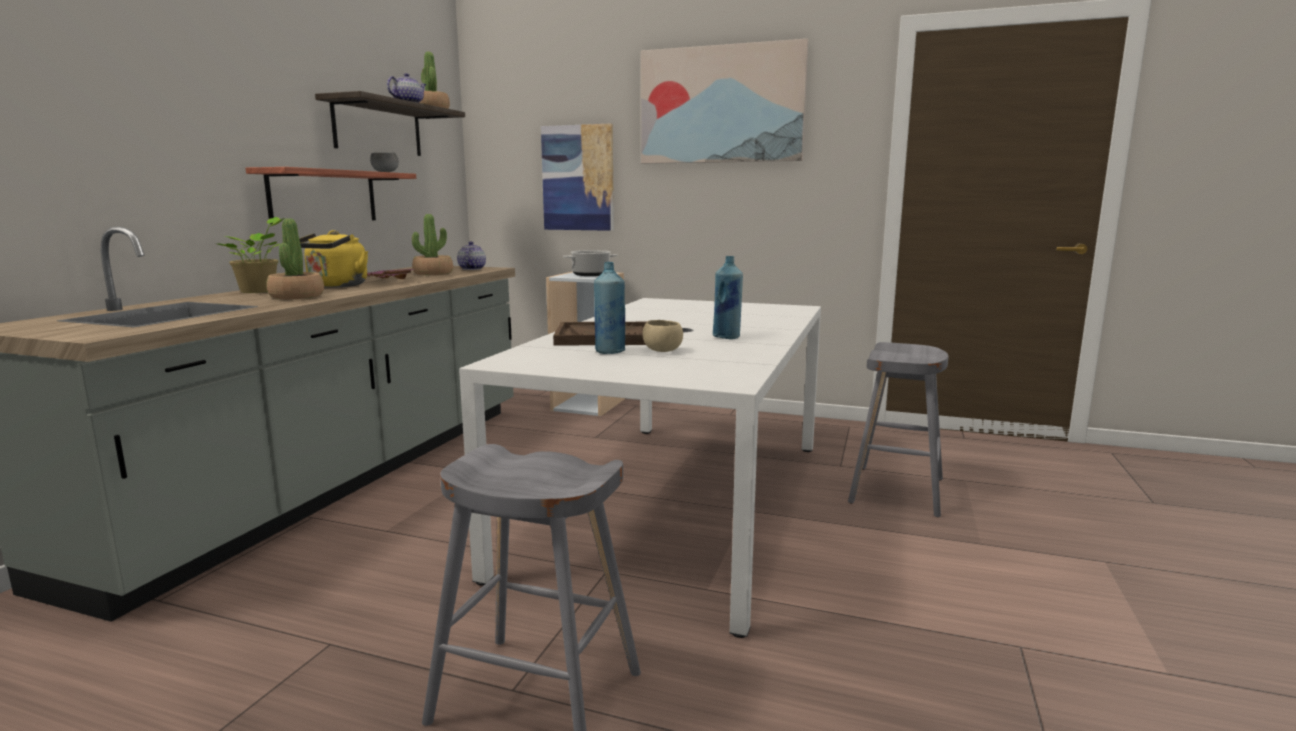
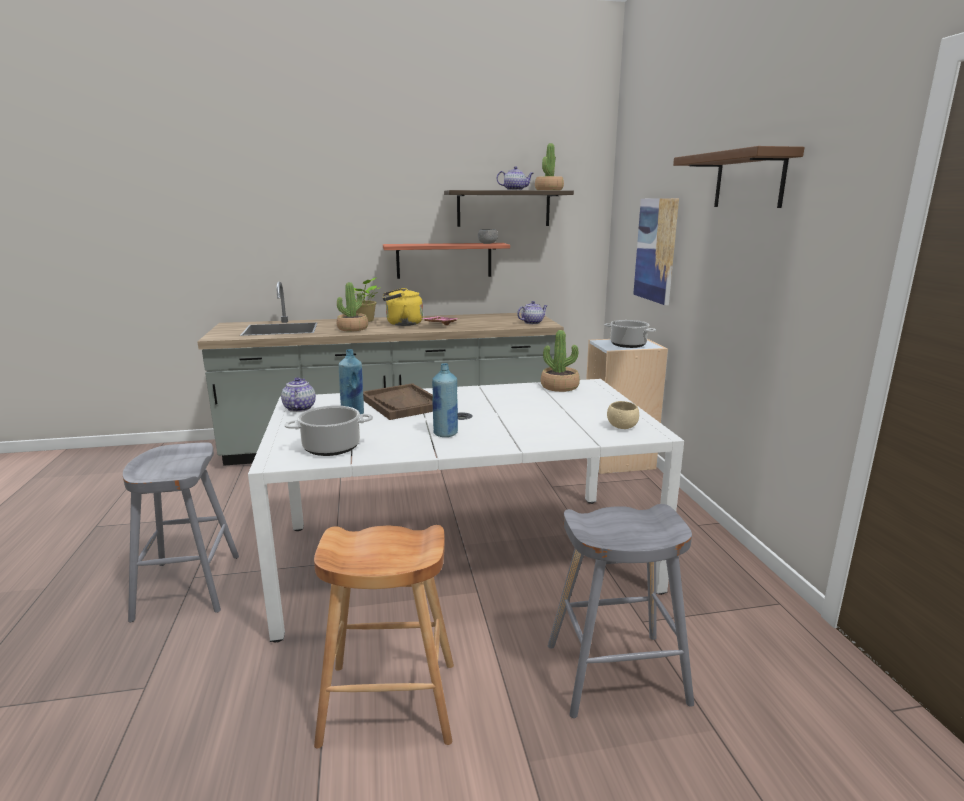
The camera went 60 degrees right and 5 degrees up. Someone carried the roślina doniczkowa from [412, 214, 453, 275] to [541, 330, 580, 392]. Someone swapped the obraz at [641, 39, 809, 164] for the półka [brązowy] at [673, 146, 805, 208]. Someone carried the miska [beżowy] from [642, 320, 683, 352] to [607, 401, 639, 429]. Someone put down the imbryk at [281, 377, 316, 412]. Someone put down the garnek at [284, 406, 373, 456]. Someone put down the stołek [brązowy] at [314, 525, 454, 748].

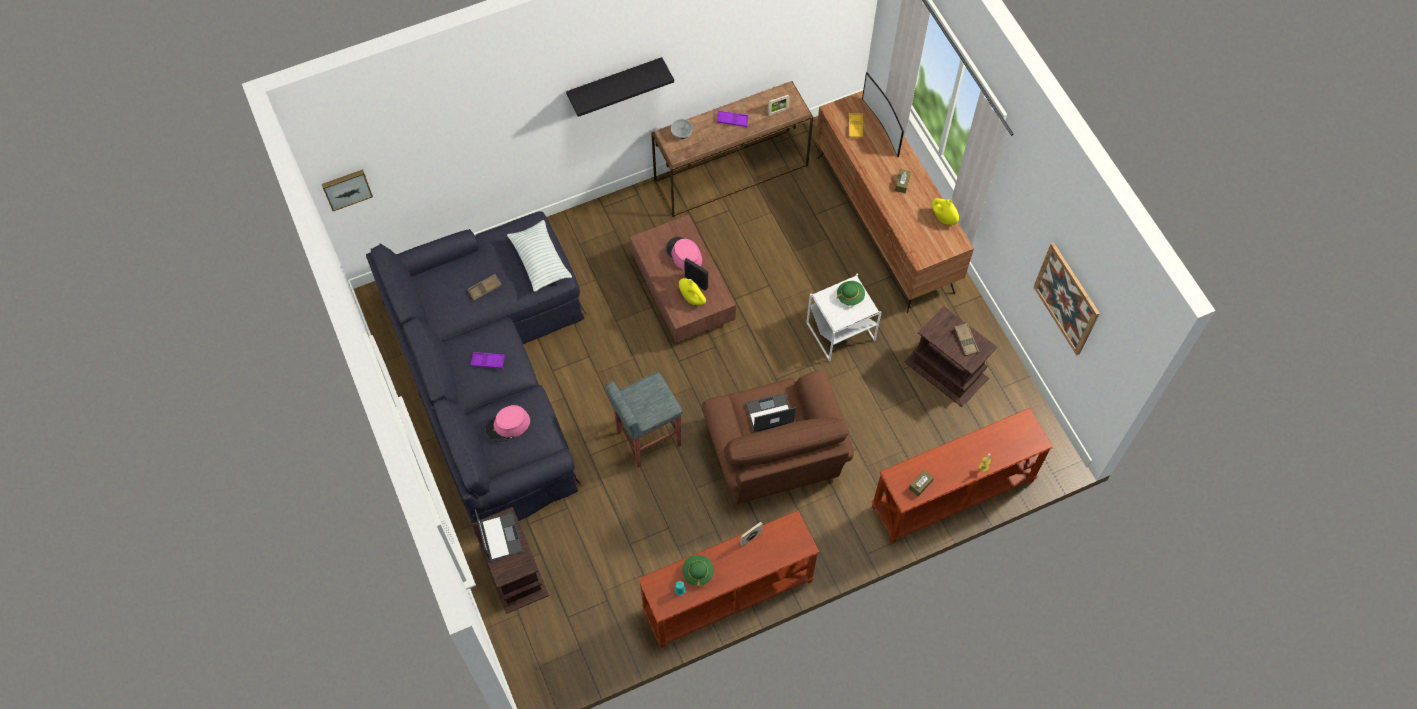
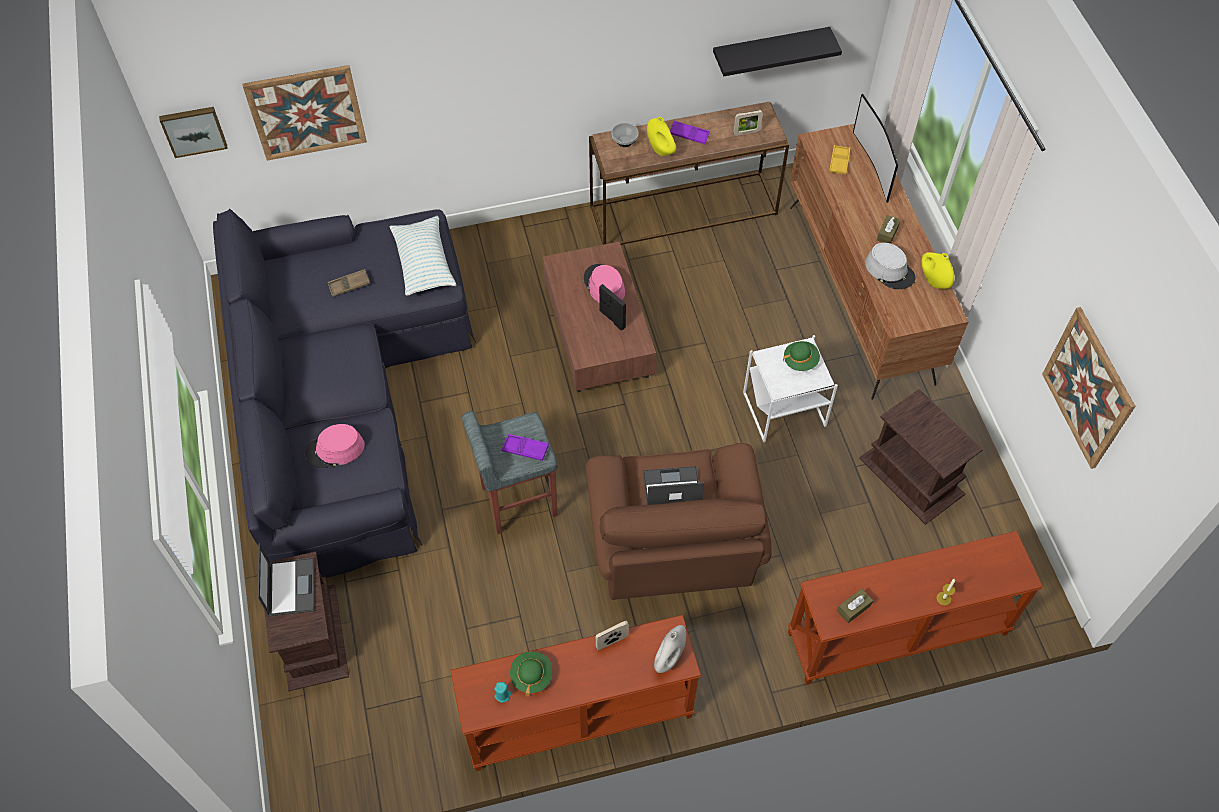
The camera went 10 degrees right and 5 degrees down. Someone carried the taca [fioletowy] from [470, 352, 505, 368] to [502, 434, 549, 461]. Someone carried the półka [czarny] from [566, 57, 674, 117] to [713, 27, 842, 76]. Someone carried the wazon [żółty] from [679, 278, 706, 305] to [647, 117, 676, 156]. Someone took away the taca [brązowy] at [954, 323, 979, 356]. Someone put up the obraz at [242, 65, 367, 160]. Someone put down the wazon [biały] at [654, 625, 686, 673]. Someone put down the kapelusz [szary] at [865, 243, 915, 289].

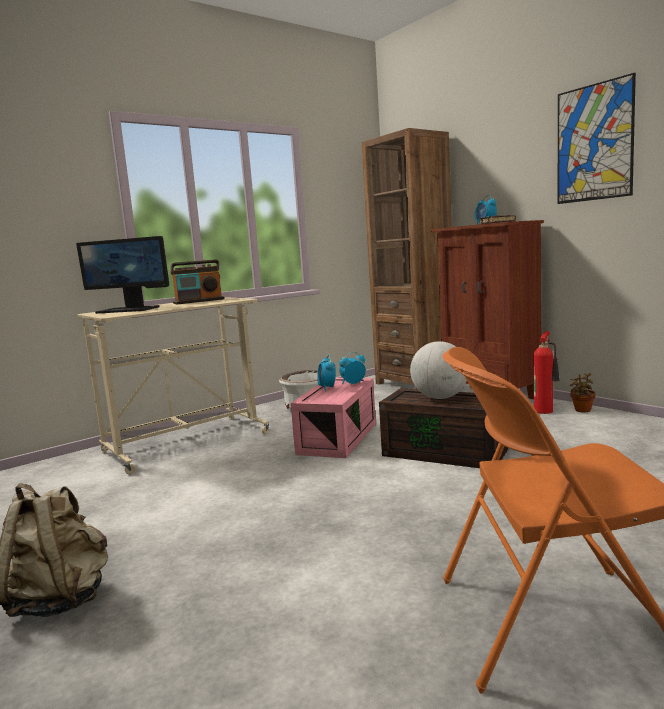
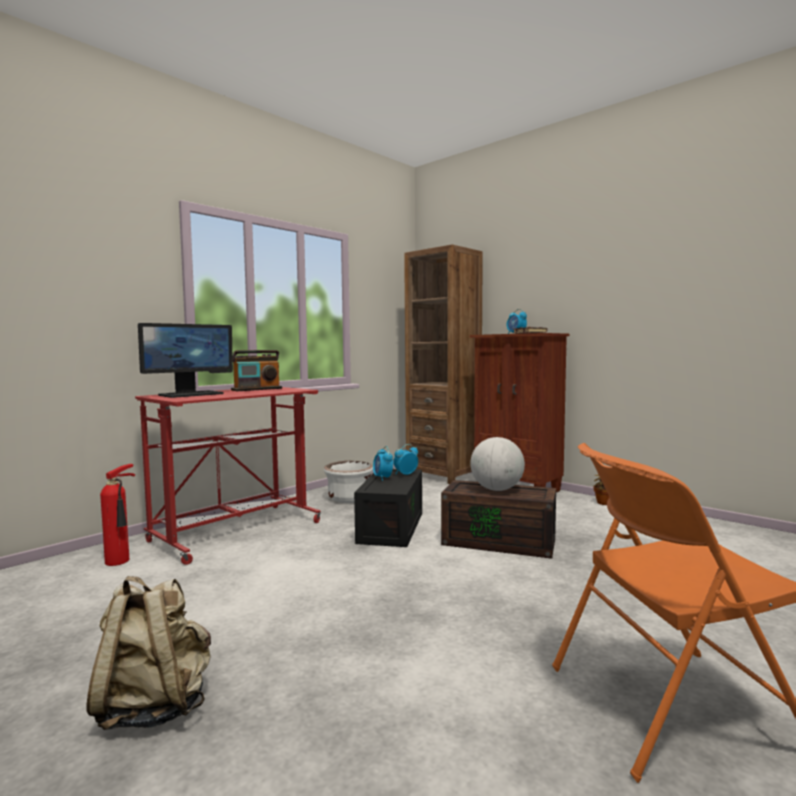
The camera went 10 degrees left and 5 degrees down. Someone rotated the monitor at [76, 236, 169, 314] by 45 degrees counterclockwise. Someone repainted the biurko [beżowy] at [77, 297, 269, 474], which became the biurko [czerwony] at [135, 387, 321, 565]. Someone repainted the pojemnik do przechowywania [różowy] at [291, 378, 376, 458], which became the pojemnik do przechowywania [czarny] at [354, 469, 422, 547]. Someone carried the gaśnica from [534, 331, 560, 414] to [100, 464, 135, 566]. Someone took away the obraz at [558, 73, 636, 204].

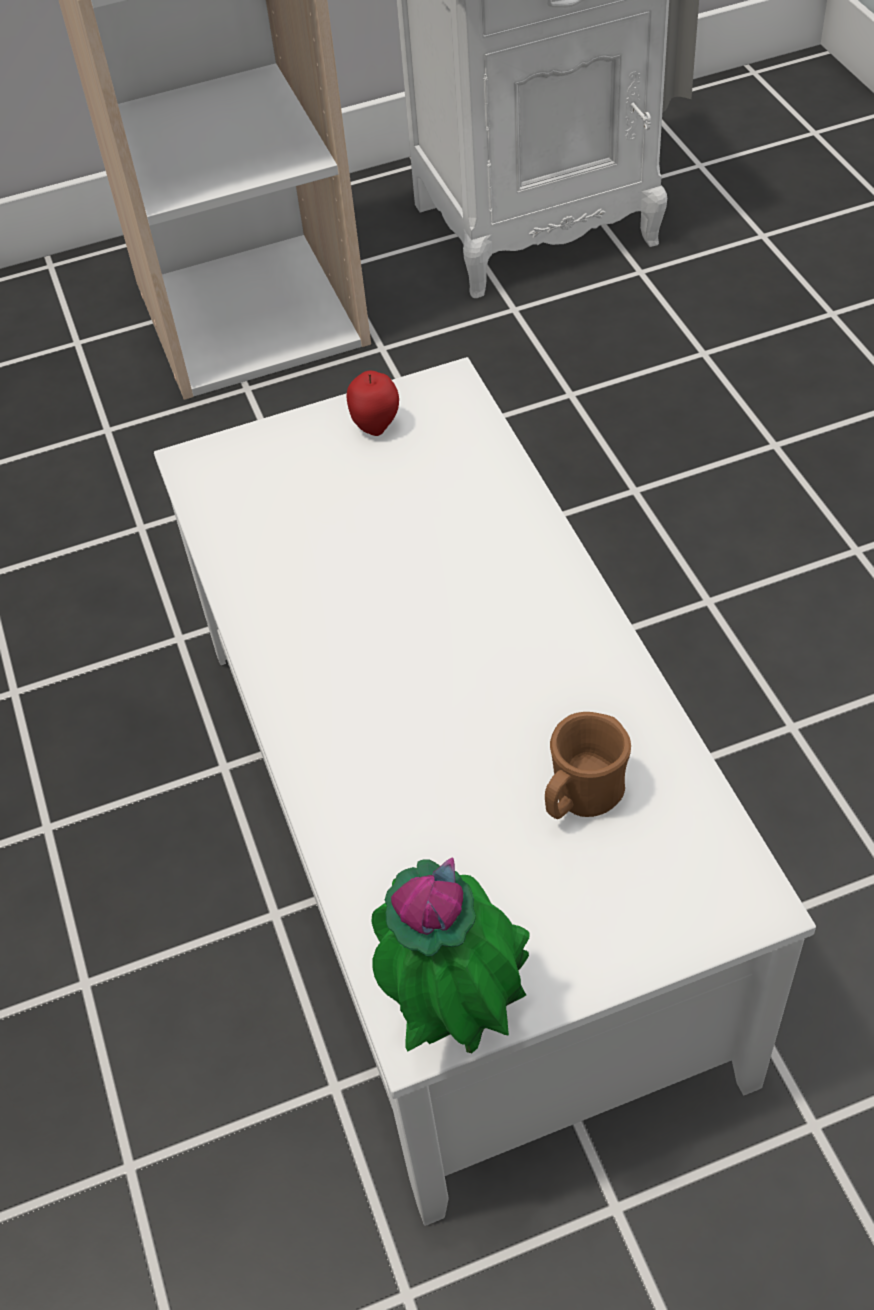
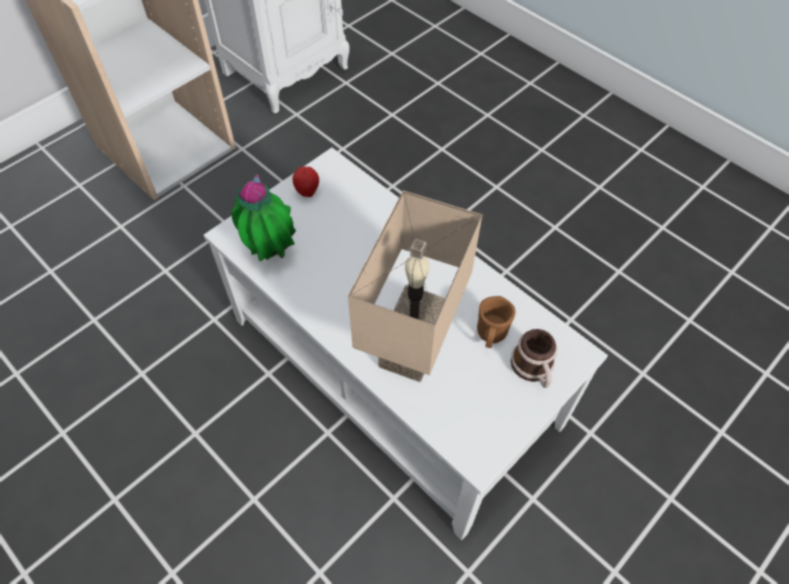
The camera went 30 degrees left and 5 degrees up. Someone carried the roślina doniczkowa from [372, 857, 530, 1053] to [231, 174, 296, 261]. Someone put down the lampa stołowa [beżowy] at [348, 190, 482, 382]. Someone put down the kubek at [511, 329, 557, 388].

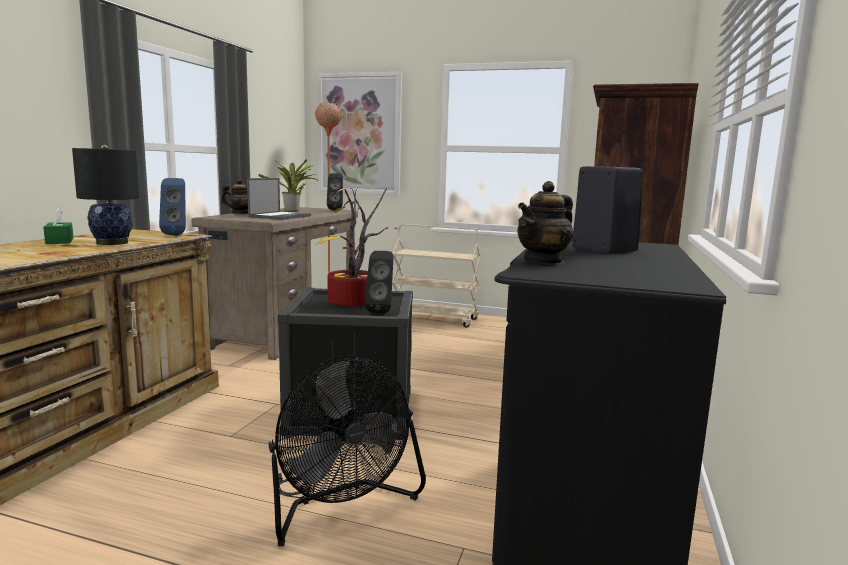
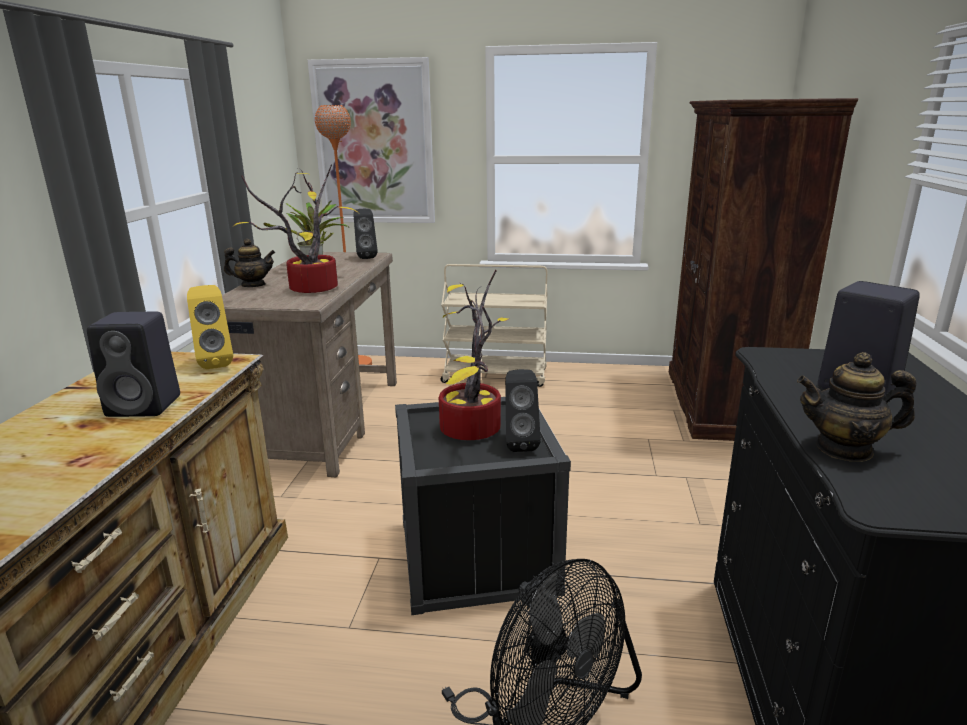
The camera went 10 degrees left and 10 degrees up. Someone took away the pudełko chusteczek [zielony] at [43, 208, 74, 244]. Someone swapped the lampa stołowa [czarny] at [72, 145, 139, 245] for the głośnik [czarny] at [87, 312, 180, 417]. Someone repainted the głośnik [niebieski] at [159, 178, 186, 236], which became the głośnik [żółty] at [187, 285, 233, 369]. Someone swapped the laptop at [247, 178, 311, 220] for the roślina doniczkowa at [232, 165, 357, 293]. Someone rotated the imbryk at [517, 181, 573, 265] by 60 degrees clockwise.

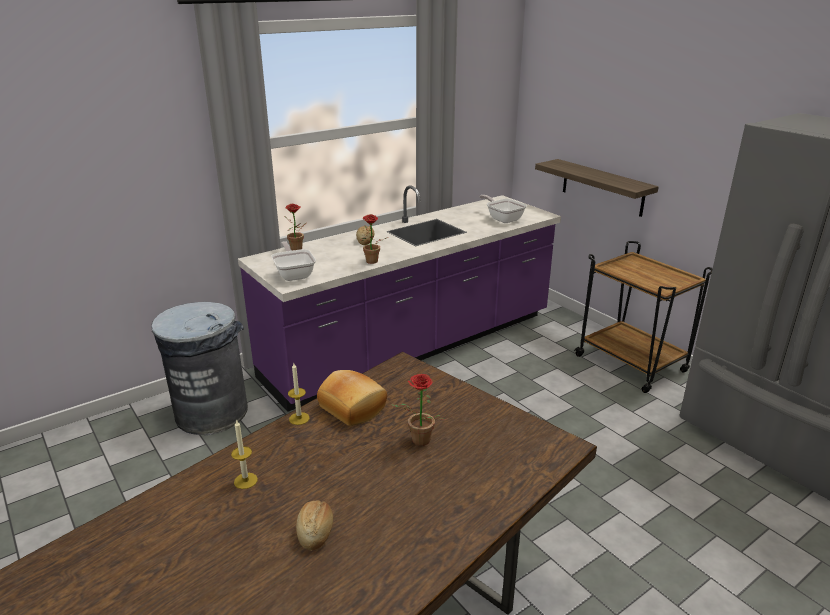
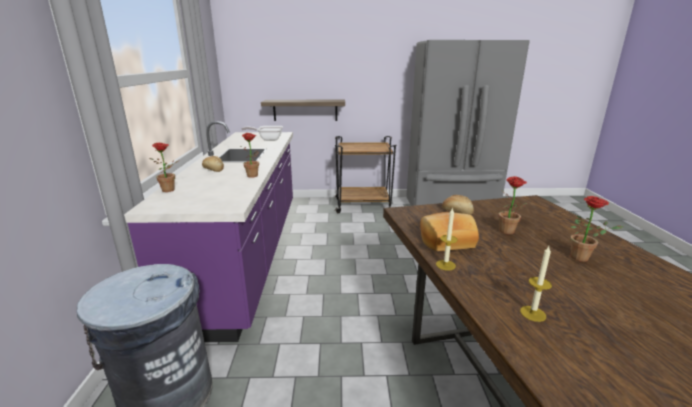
The camera went 55 degrees left and 5 degrees down. Someone took away the patelnia at [271, 241, 316, 281]. Someone carried the chleb from [296, 501, 333, 551] to [442, 195, 474, 215]. Someone put down the roślina doniczkowa at [570, 196, 623, 262].

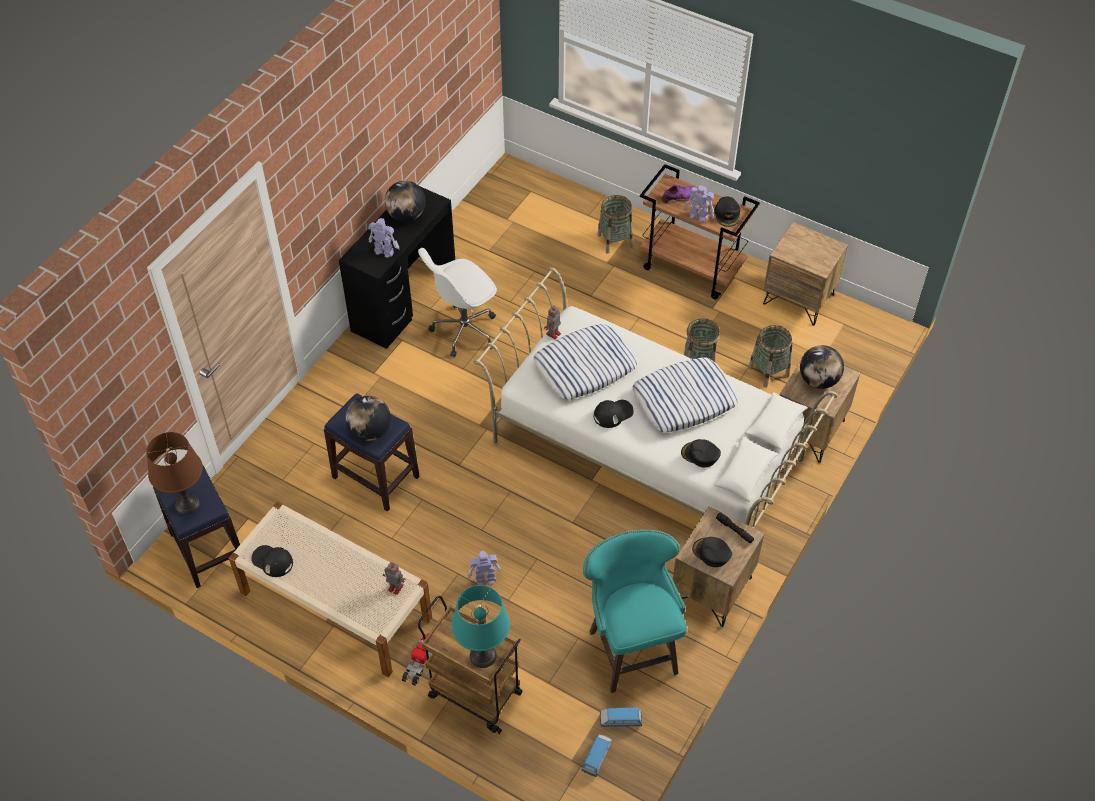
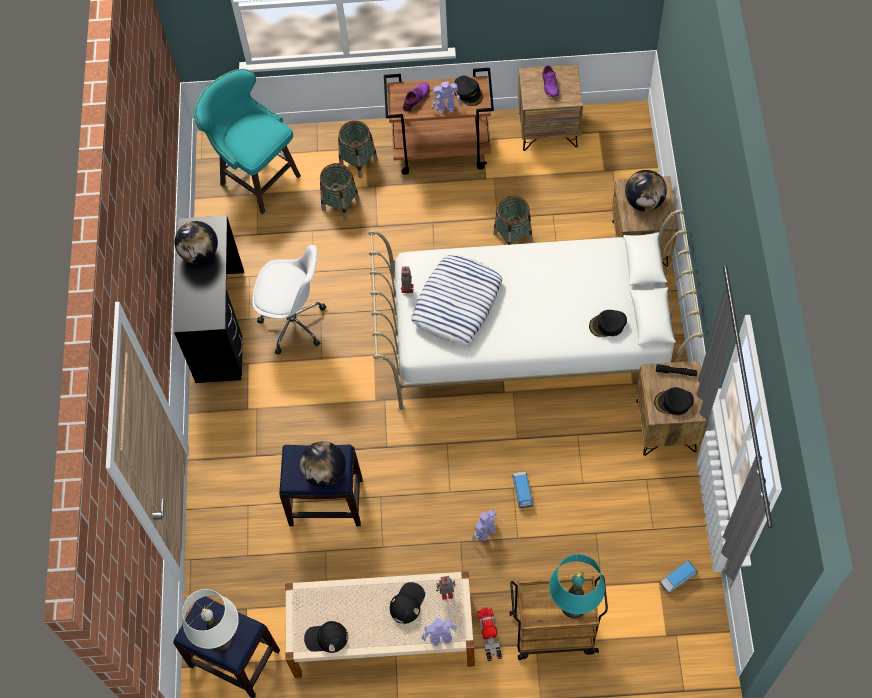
The camera went 30 degrees left and 10 degrees up. Someone repainted the lampa stołowa [brązowy] at [146, 432, 203, 515], which became the lampa stołowa [biały] at [182, 589, 239, 652]. Someone carried the robot zabawkowy from [368, 218, 399, 258] to [422, 618, 457, 646]. Someone rotated the krzesło biurowe [biały] at [418, 248, 497, 357] by 105 degrees counterclockwise. Someone carried the samochodzik from [582, 734, 613, 777] to [512, 472, 533, 508]. Someone carried the stołek [turkusowy] from [583, 530, 687, 693] to [194, 69, 301, 214]. Someone carried the czapka z daszkiem [czarny] from [594, 400, 633, 428] to [390, 582, 425, 624]. Someone took away the poduszka at [632, 357, 738, 433]. Someone carried the koszyk from [748, 325, 792, 387] to [320, 163, 359, 220]. Someone put down the but [fioletowy] at [542, 66, 559, 97].

